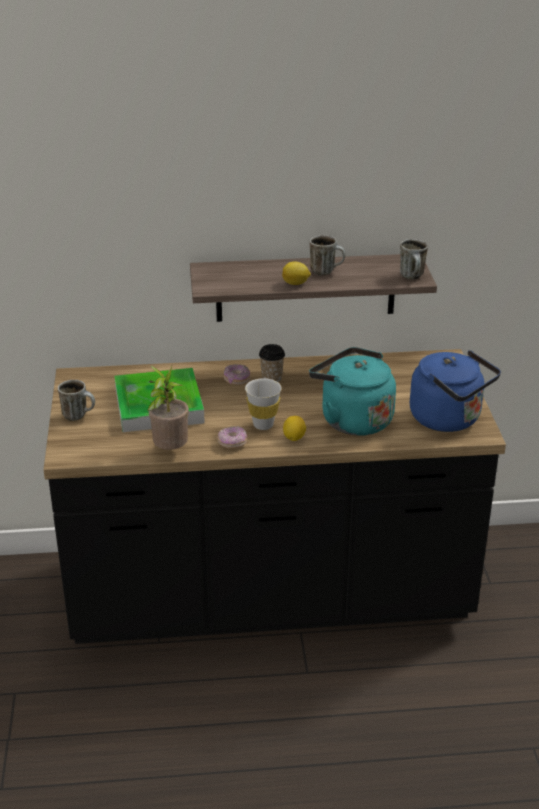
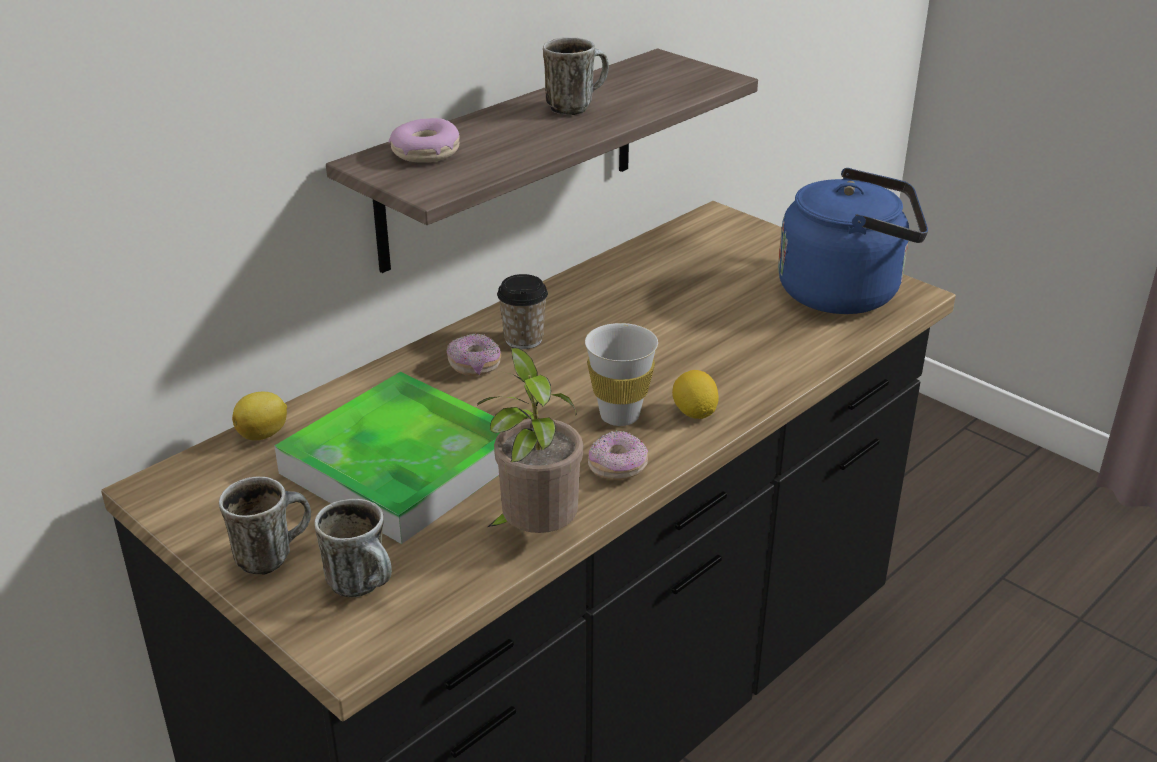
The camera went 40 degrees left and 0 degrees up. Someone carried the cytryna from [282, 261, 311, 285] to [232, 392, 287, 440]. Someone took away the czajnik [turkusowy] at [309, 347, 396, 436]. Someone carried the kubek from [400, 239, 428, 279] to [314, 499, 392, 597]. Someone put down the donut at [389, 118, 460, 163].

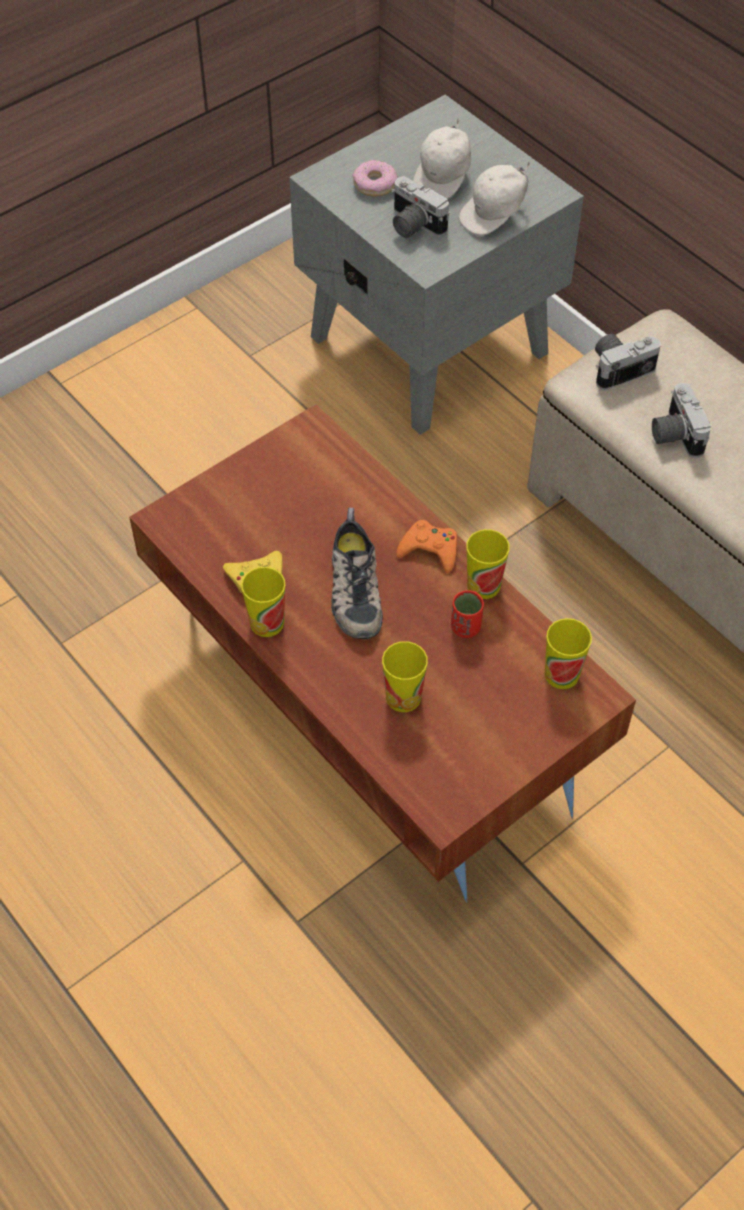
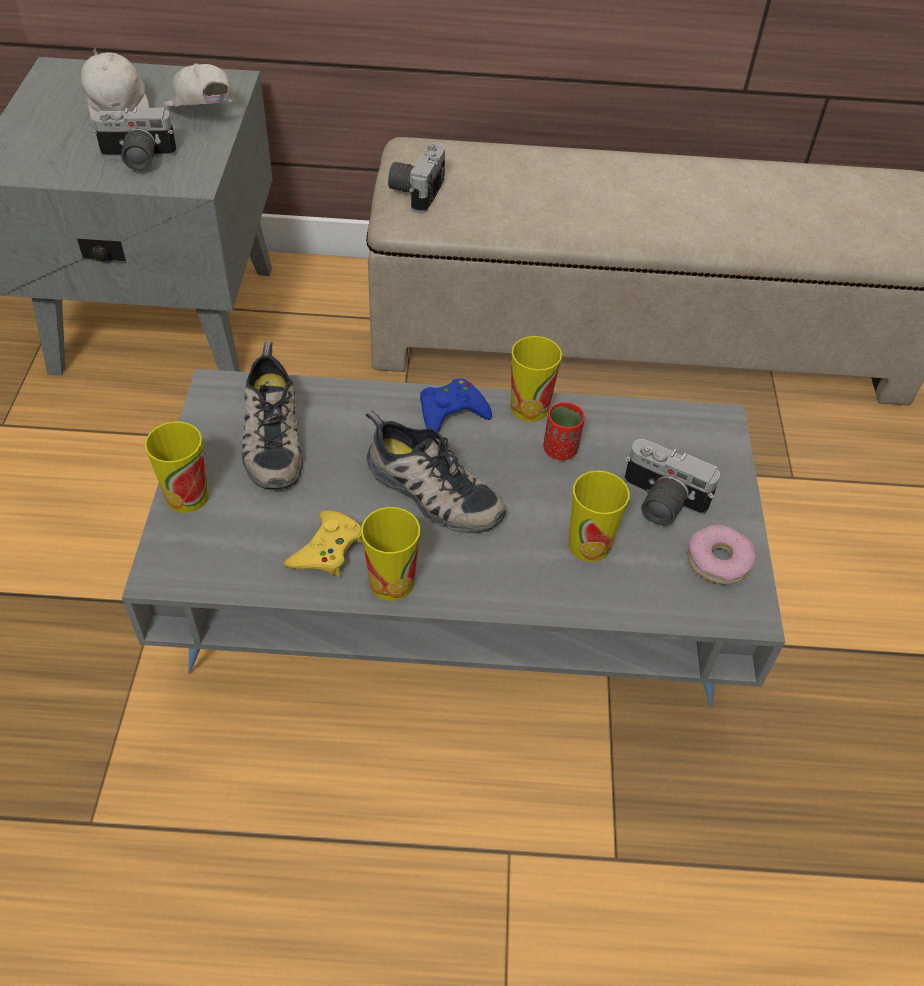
The camera went 50 degrees left and 5 degrees down. Someone repainted the ława [brązowy] at [129, 404, 636, 903], which became the ława [szary] at [122, 369, 785, 709]. Someone carried the donut from [352, 160, 397, 197] to [687, 525, 756, 584]. Someone repainted the pad do gier [pomarańczowy] at [396, 520, 457, 573], which became the pad do gier [niebieski] at [420, 378, 492, 432]. Someone rotated the czapka z daszkiem [biały] at [459, 161, 530, 236] by 135 degrees clockwise. Someone carried the filiżanka from [545, 618, 592, 689] to [145, 422, 209, 513]. Someone carried the aparat fotograficzny from [652, 383, 711, 458] to [624, 439, 720, 526]. Someone put down the but at [242, 342, 303, 491].

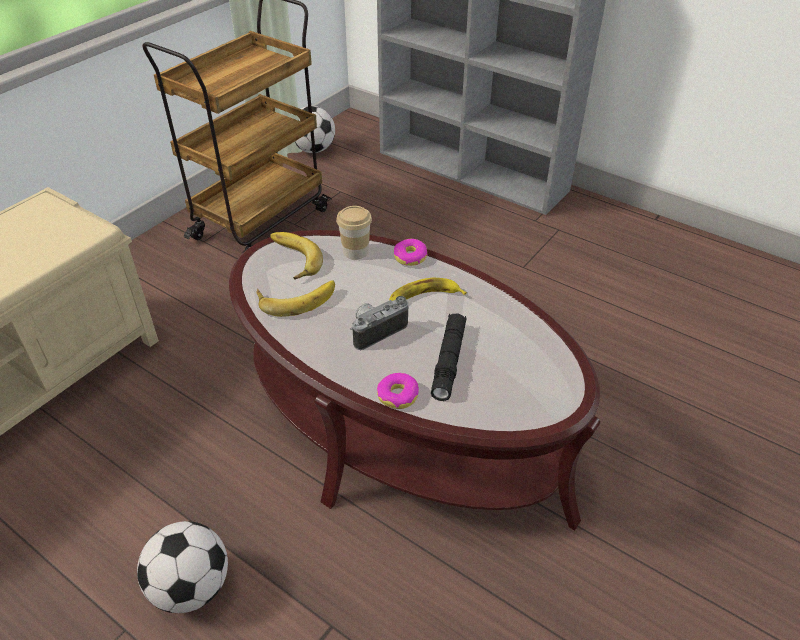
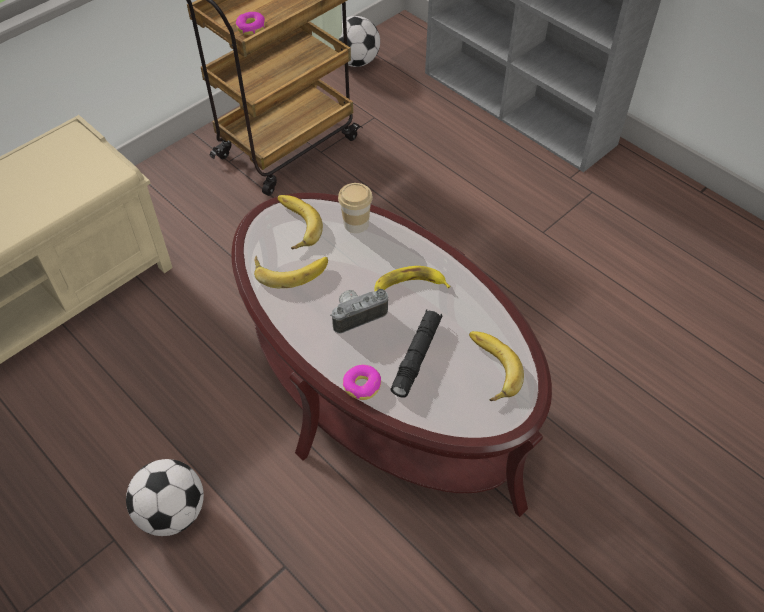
The camera went 10 degrees right and 10 degrees up. Someone carried the donut from [394, 239, 428, 266] to [236, 11, 265, 35]. Someone put down the banan at [469, 331, 524, 401].

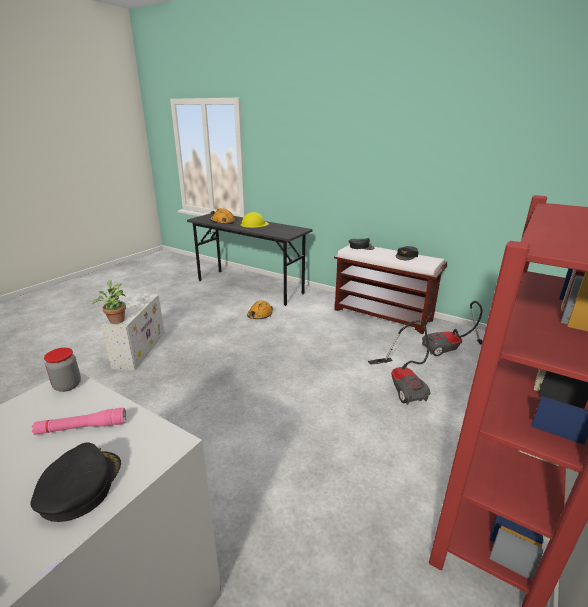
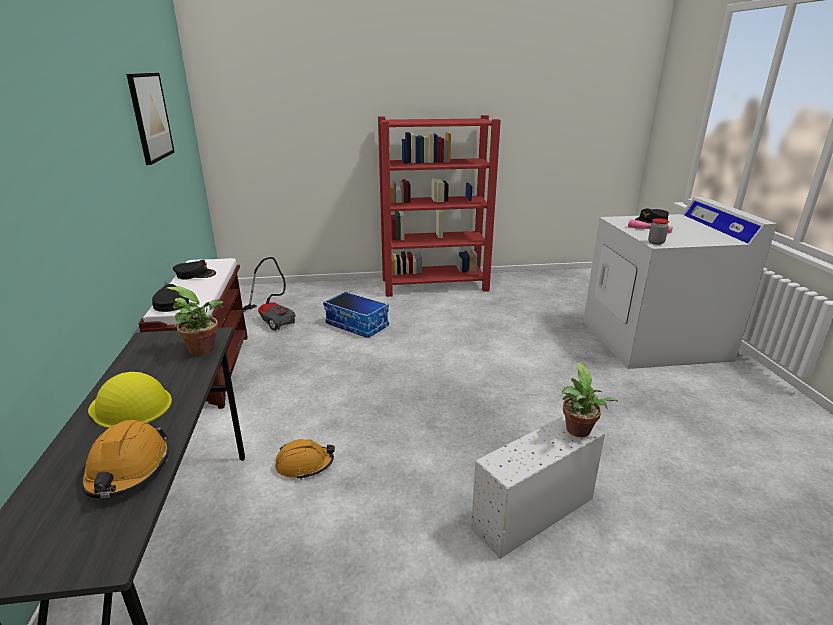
The camera went 130 degrees left and 0 degrees up. Someone swapped the odkurzacz at [368, 320, 431, 405] for the pojemnik do przechowywania at [323, 291, 389, 338]. Someone put up the obraz at [126, 73, 175, 165]. Someone put down the roślina doniczkowa at [166, 286, 224, 356].

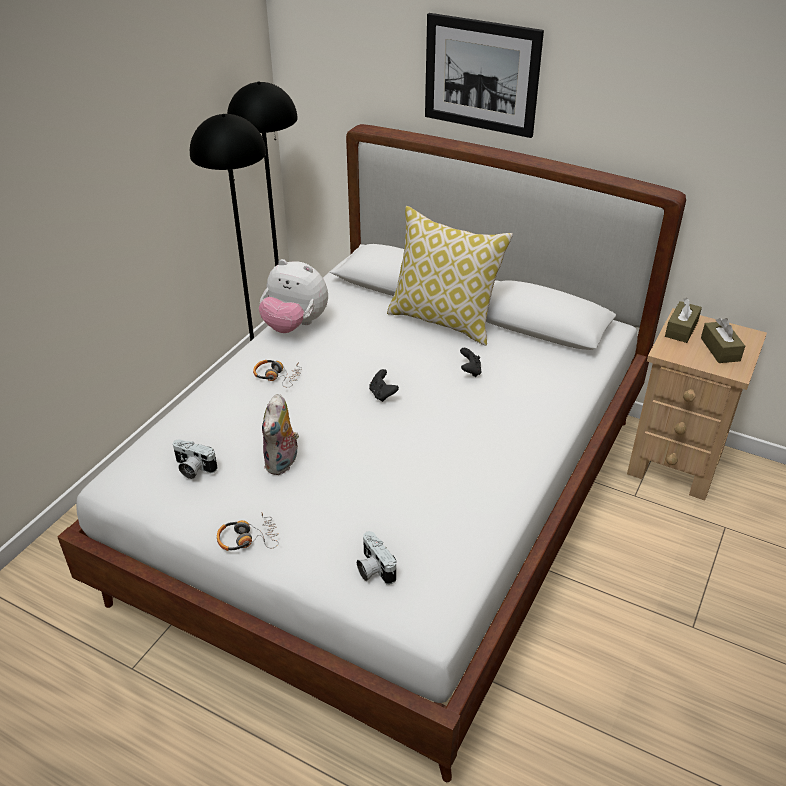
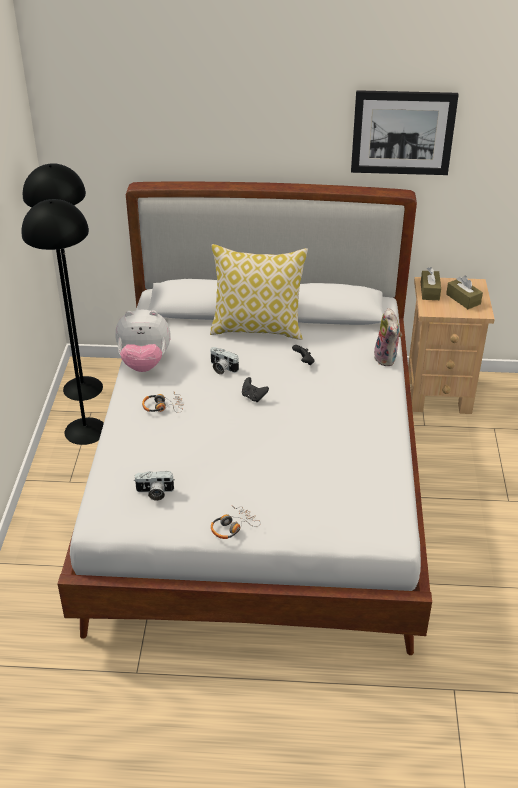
The camera went 25 degrees left and 0 degrees up. Someone carried the pluszak from [262, 394, 299, 475] to [374, 308, 402, 366]. Someone carried the aparat fotograficzny from [357, 531, 397, 585] to [210, 347, 239, 375]. Someone carried the obraz from [425, 13, 544, 138] to [351, 90, 459, 175].

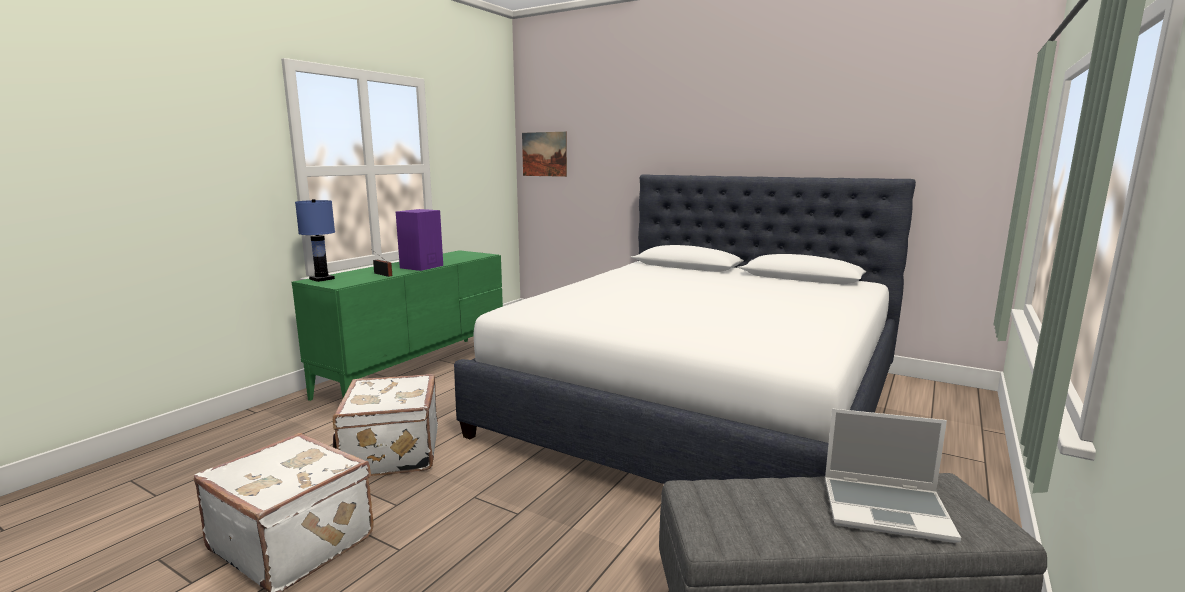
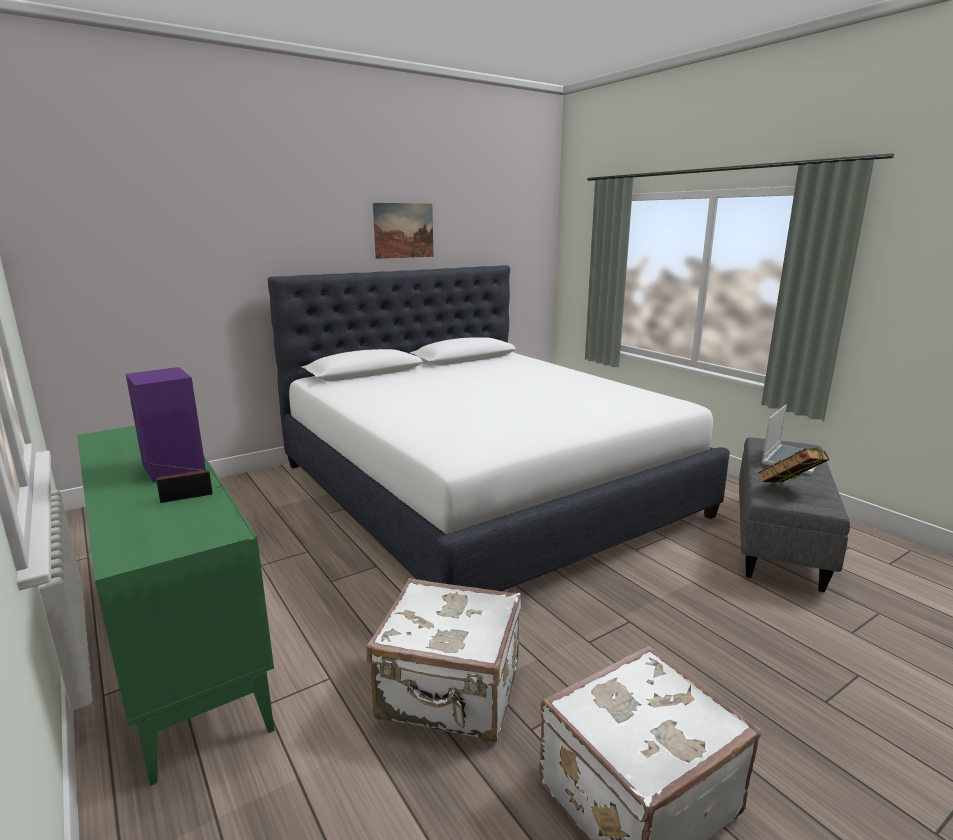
The camera went 65 degrees left and 5 degrees up. Someone took away the lampa stołowa [niebieski] at [295, 199, 335, 282]. Someone carried the obraz from [522, 132, 567, 177] to [373, 203, 433, 259]. Someone put down the książka at [758, 448, 830, 484].

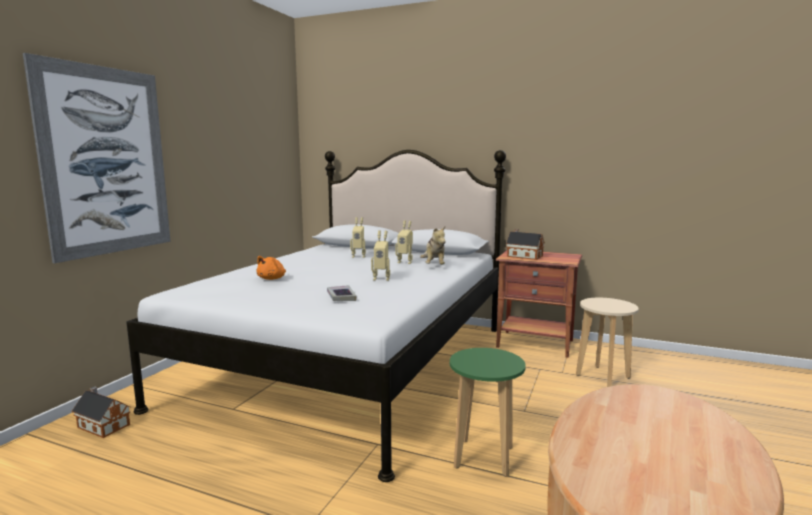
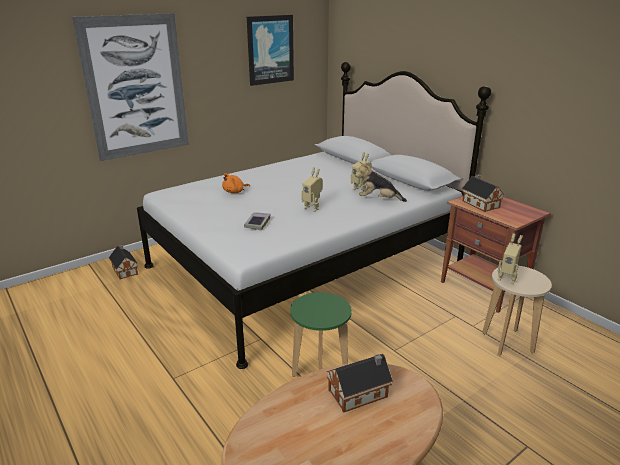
The camera went 30 degrees right and 15 degrees up. Someone carried the robot zabawkowy from [350, 217, 366, 258] to [498, 233, 523, 285]. Someone rotated the pluszak at [420, 227, 446, 264] by 75 degrees clockwise. Someone put up the obraz at [247, 15, 294, 86]. Someone put down the domek at [327, 354, 393, 413].

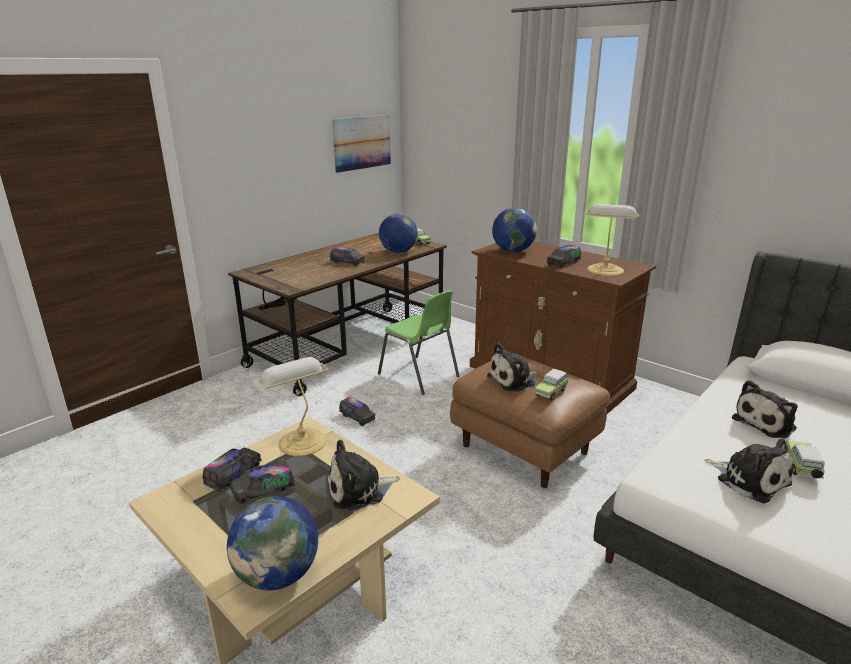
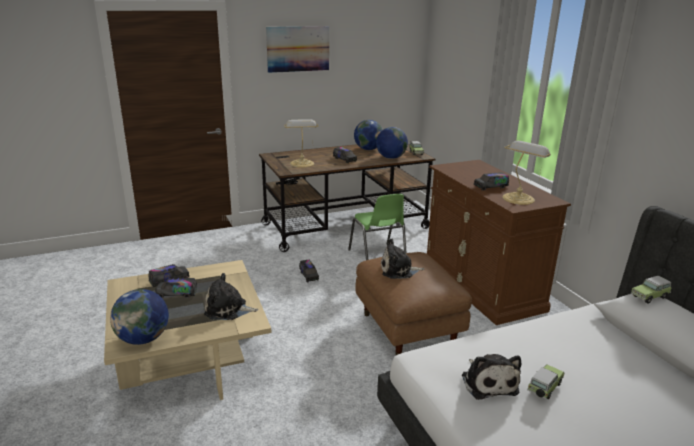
The camera went 25 degrees right and 0 degrees up. Someone carried the lampa stołowa from [259, 357, 329, 456] to [284, 119, 319, 168]. Someone carried the obraz from [332, 115, 391, 173] to [266, 26, 329, 73]. Someone carried the globus from [492, 208, 537, 252] to [354, 120, 383, 150]. Someone carried the samochodzik from [534, 369, 568, 401] to [631, 276, 671, 304]. Someone took away the pluszak at [732, 380, 798, 439].

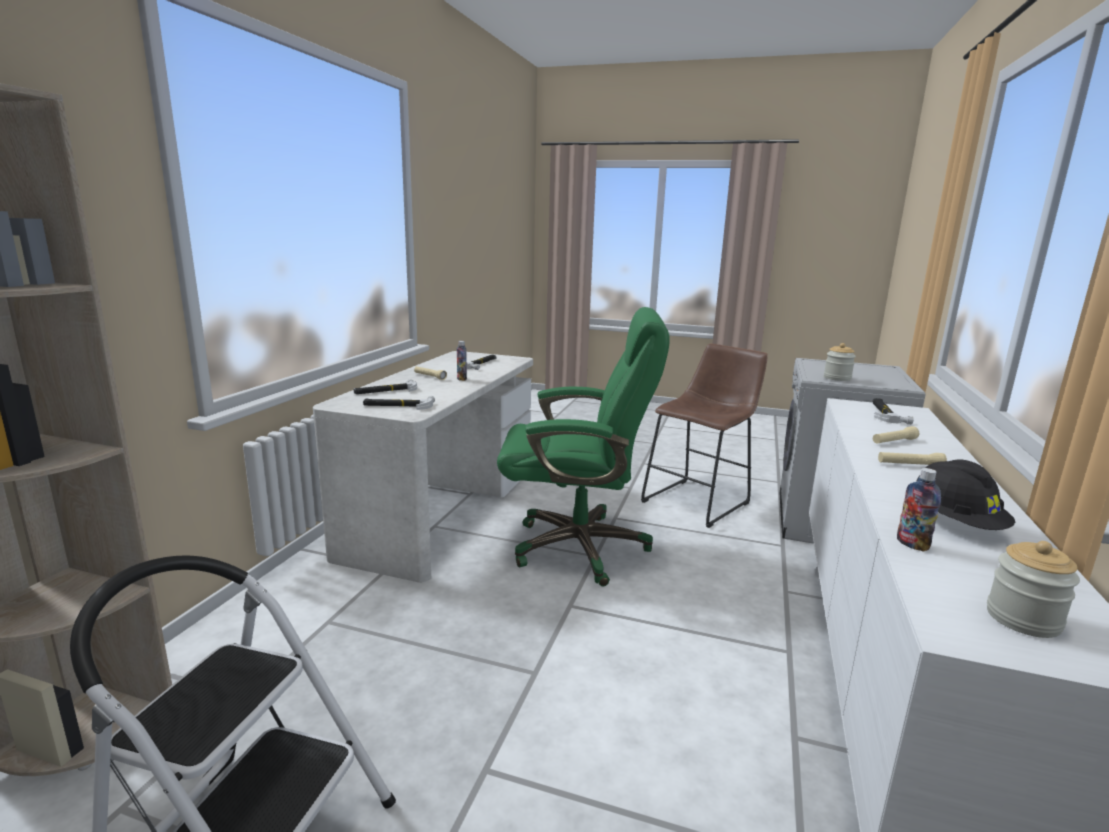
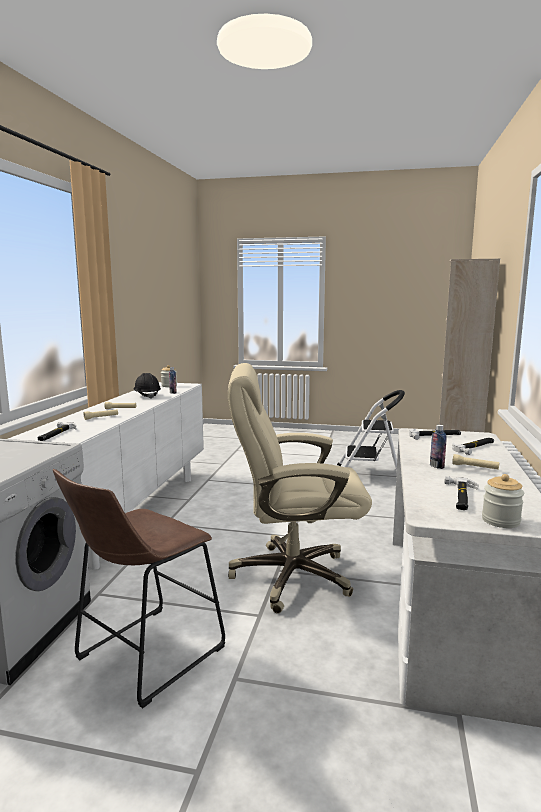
The camera went 175 degrees right and 5 degrees down. Someone repainted the krzesło biurowe [zielony] at [497, 307, 670, 586], which became the krzesło biurowe [beżowy] at [228, 363, 372, 614]. Someone carried the słoik from [824, 343, 856, 381] to [482, 474, 524, 528].

